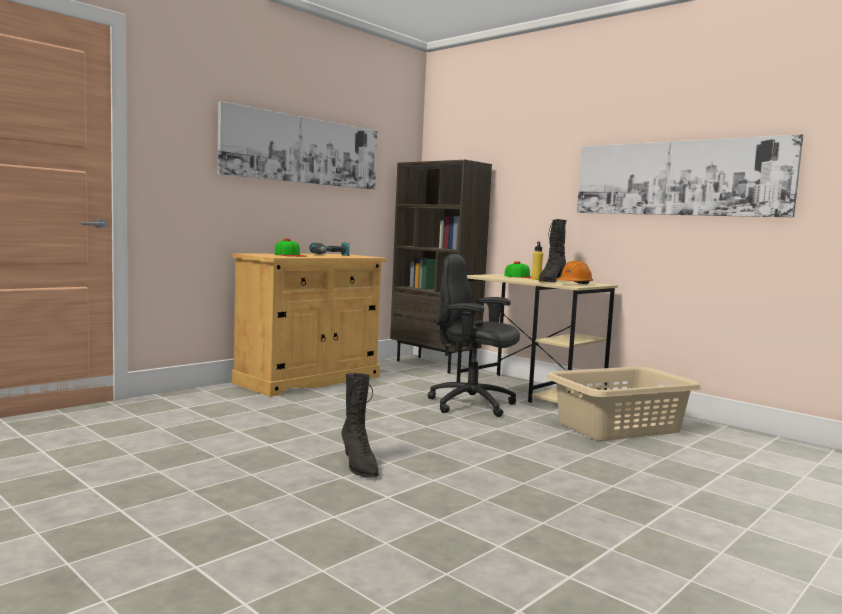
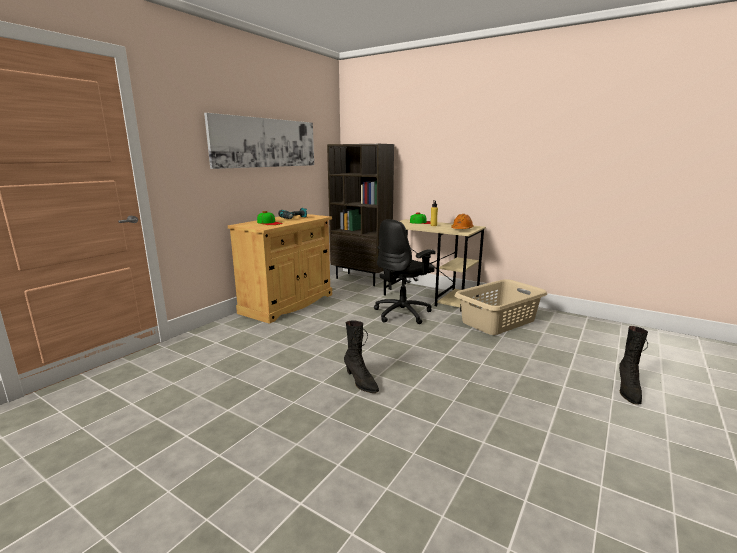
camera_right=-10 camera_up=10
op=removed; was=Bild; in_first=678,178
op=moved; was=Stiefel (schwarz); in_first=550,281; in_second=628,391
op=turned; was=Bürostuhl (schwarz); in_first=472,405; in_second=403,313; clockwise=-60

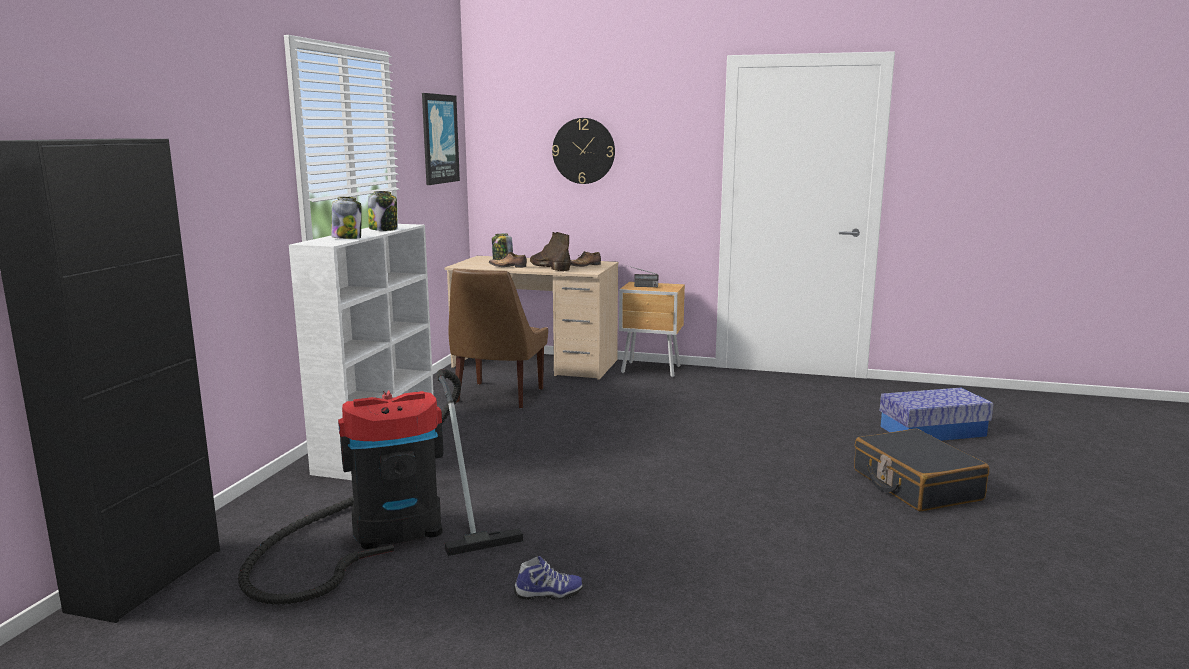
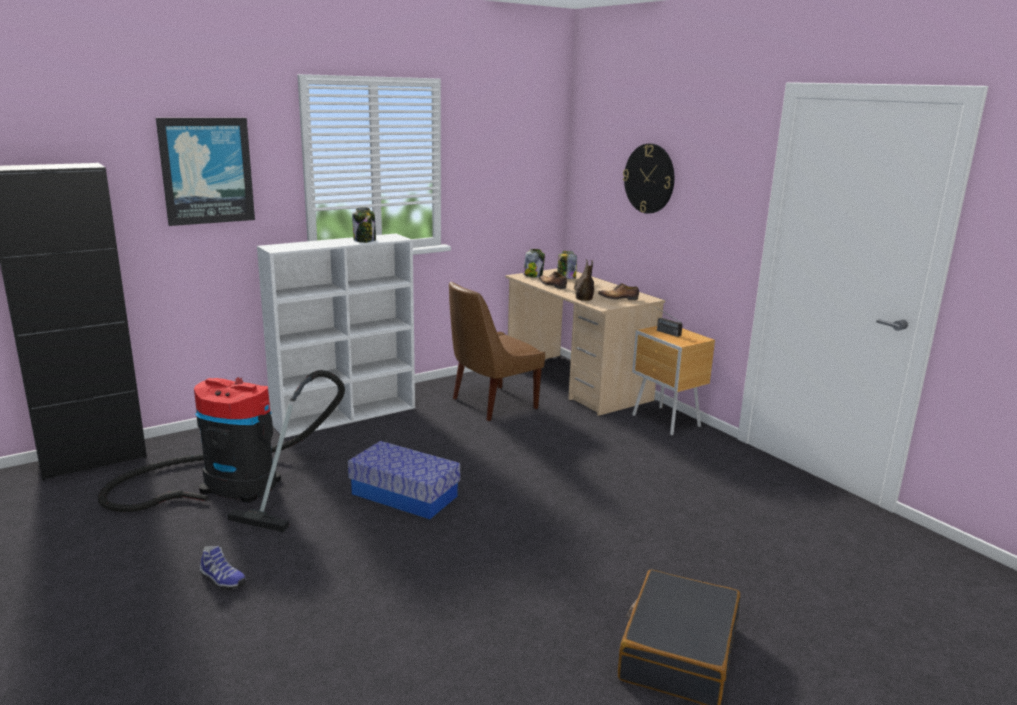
camera_right=40 camera_up=5
op=moved; was=Bild; in_first=439,139; in_second=207,171
op=moved; was=Vorratsglas; in_first=347,238; in_second=533,275
op=moved; was=Aufbewahrungsbox; in_first=932,431; in_second=404,495

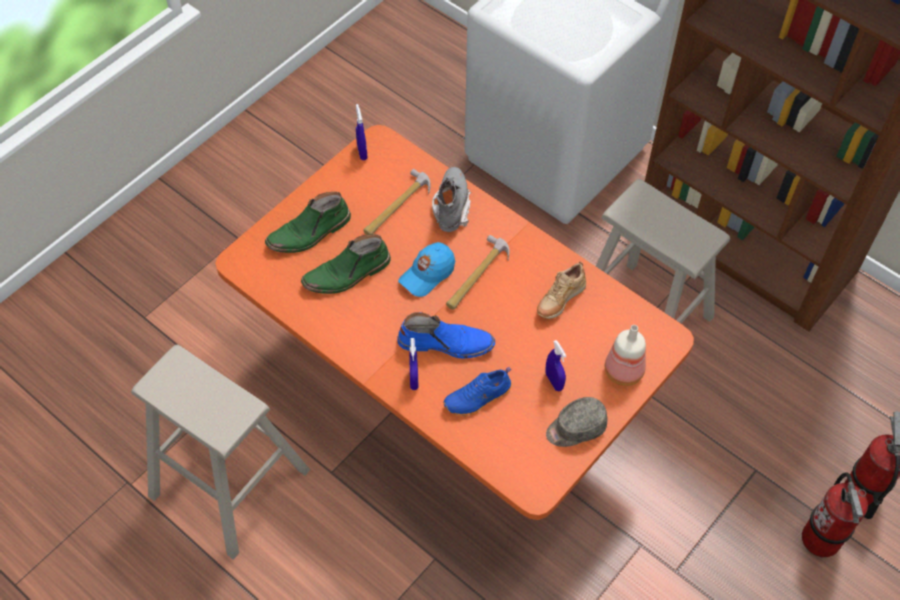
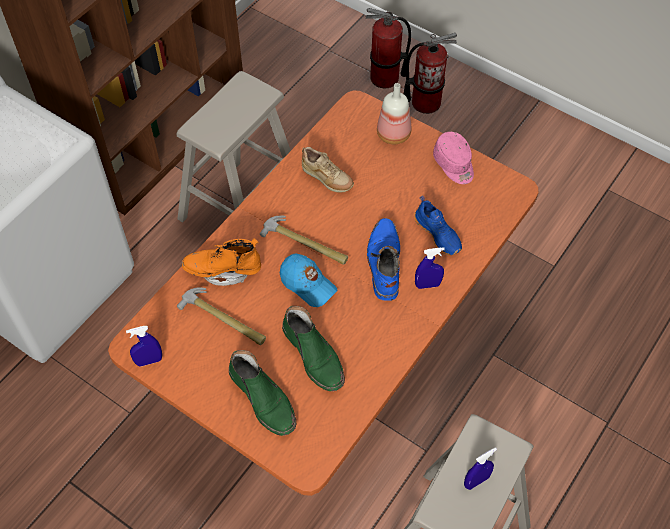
camera_right=-95 camera_up=0
op=recoloured; was=Stiefel (grau); now=Stiefel (orange); in_first=451,207; in_second=223,271
op=moved; was=Sprühflasche (blau); in_first=554,381; in_second=476,481
op=recoloured; was=Kappe (grau); now=Kappe (rosa); in_first=575,428; in_second=454,164

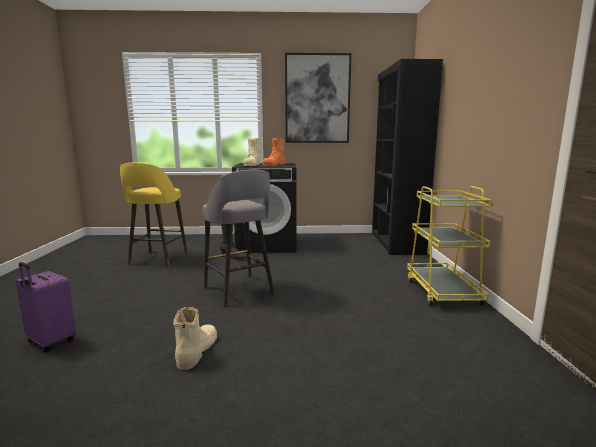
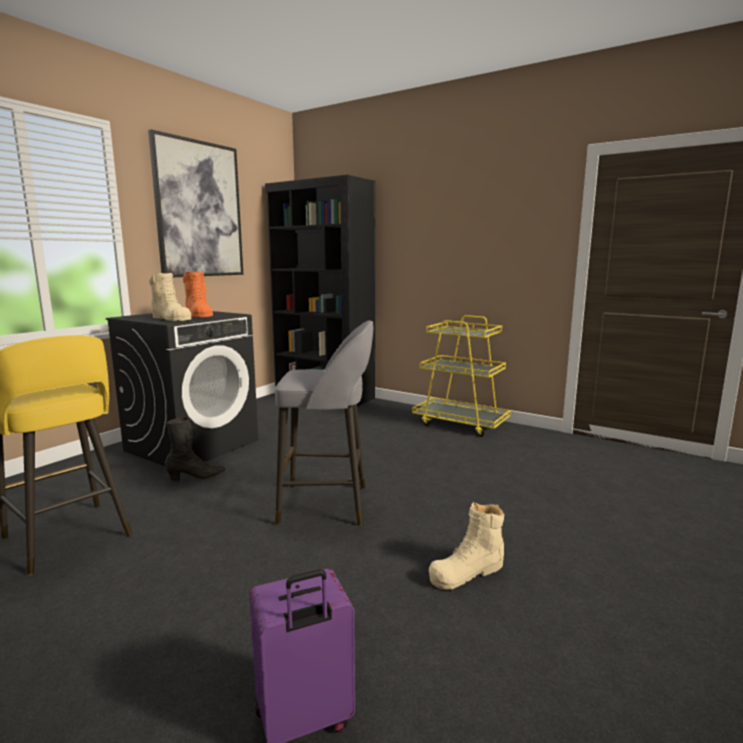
camera_right=-55 camera_up=0
op=turned; was=Stiefel (beige); in_first=197,351; in_second=467,572; clockwise=-75

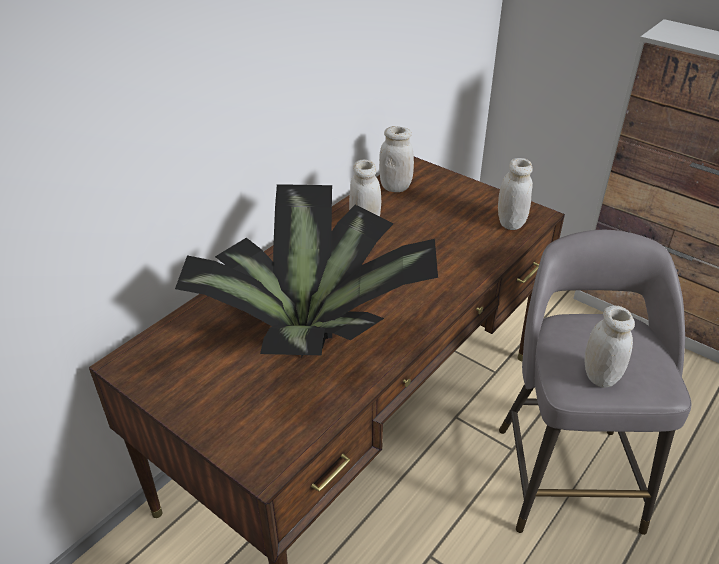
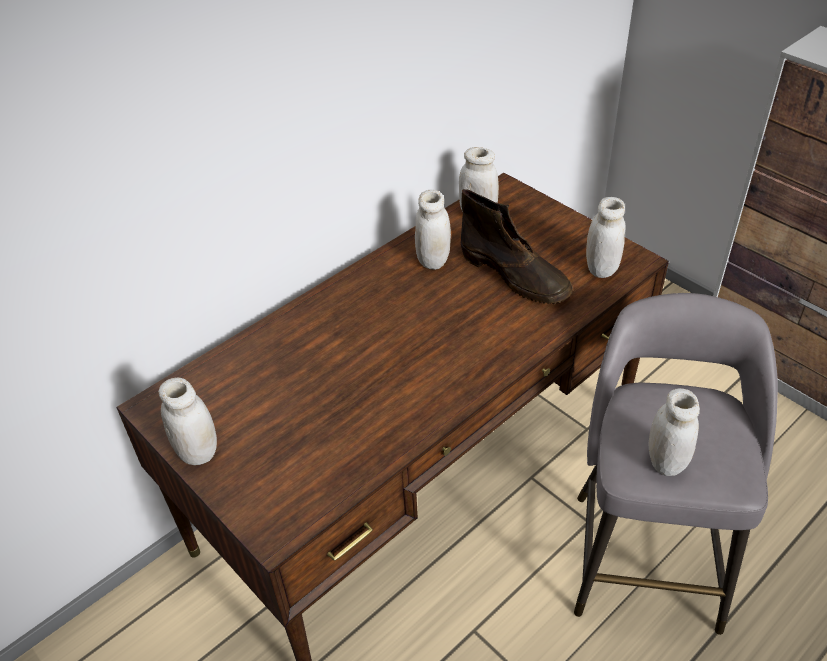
camera_right=10 camera_up=5
op=removed; was=Topfpflanze; in_first=314,329
op=added; now=Stiefel (braun); in_second=515,275
op=added; now=Vorratsglas (weiß); in_second=197,452

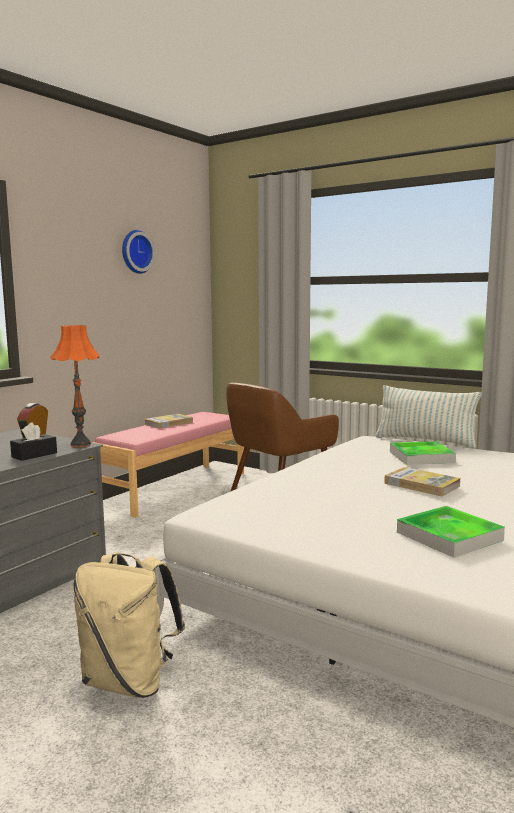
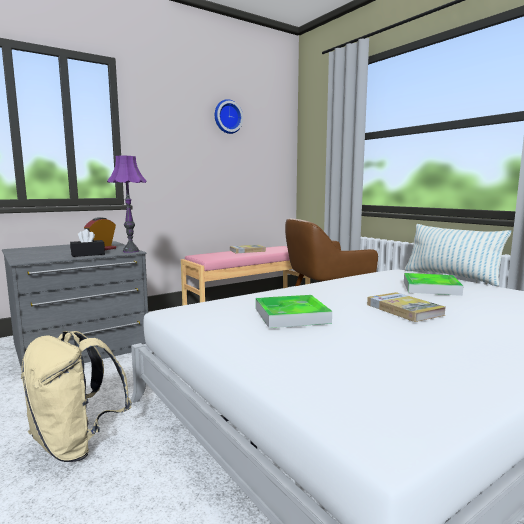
camera_right=20 camera_up=0
op=recoloured; was=Tischlampe (orange); now=Tischlampe (lila); in_first=81,444; in_second=131,251
op=moved; was=Tablett; in_first=449,536; in_second=291,315

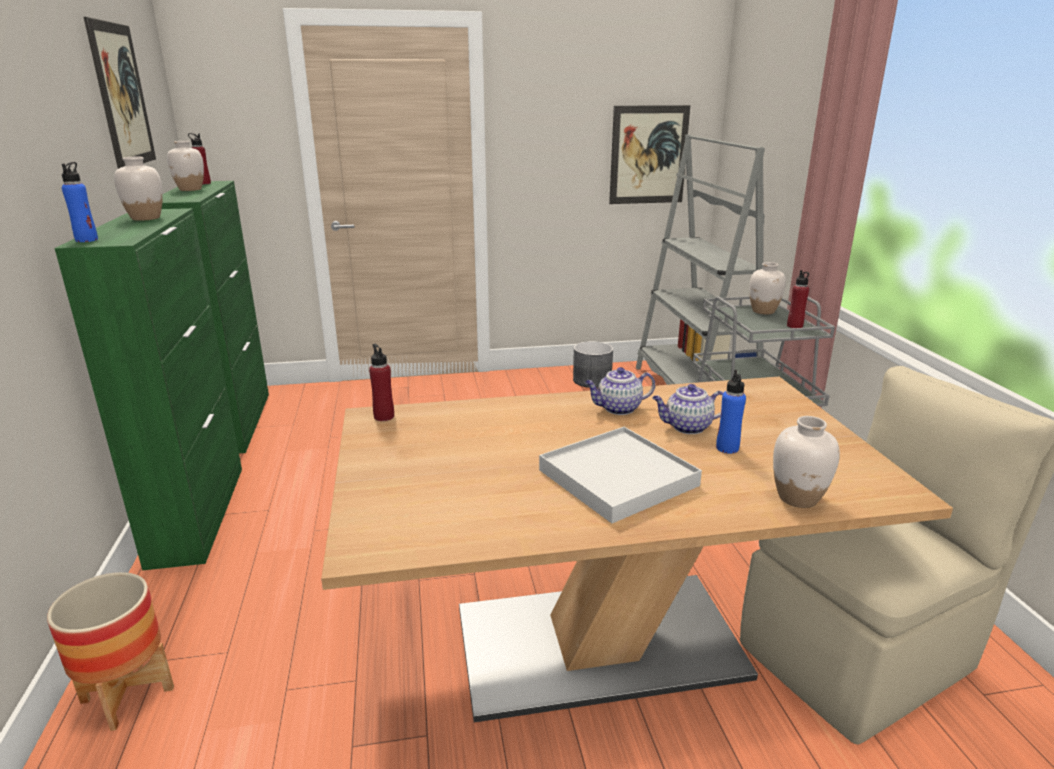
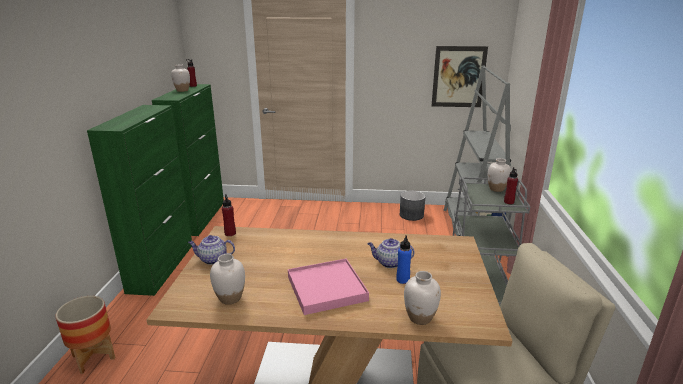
camera_right=15 camera_up=0
op=removed; was=Bild; in_first=122,95
op=moved; was=Vase (weiß); in_first=145,218; in_second=230,298
op=removed; was=Flasche (blau); in_first=87,240
op=moved; was=Teekanne; in_first=618,409; in_second=212,259
op=recoloured; was=Tablett (weiß); now=Tablett (rosa); in_first=618,477; in_second=327,288

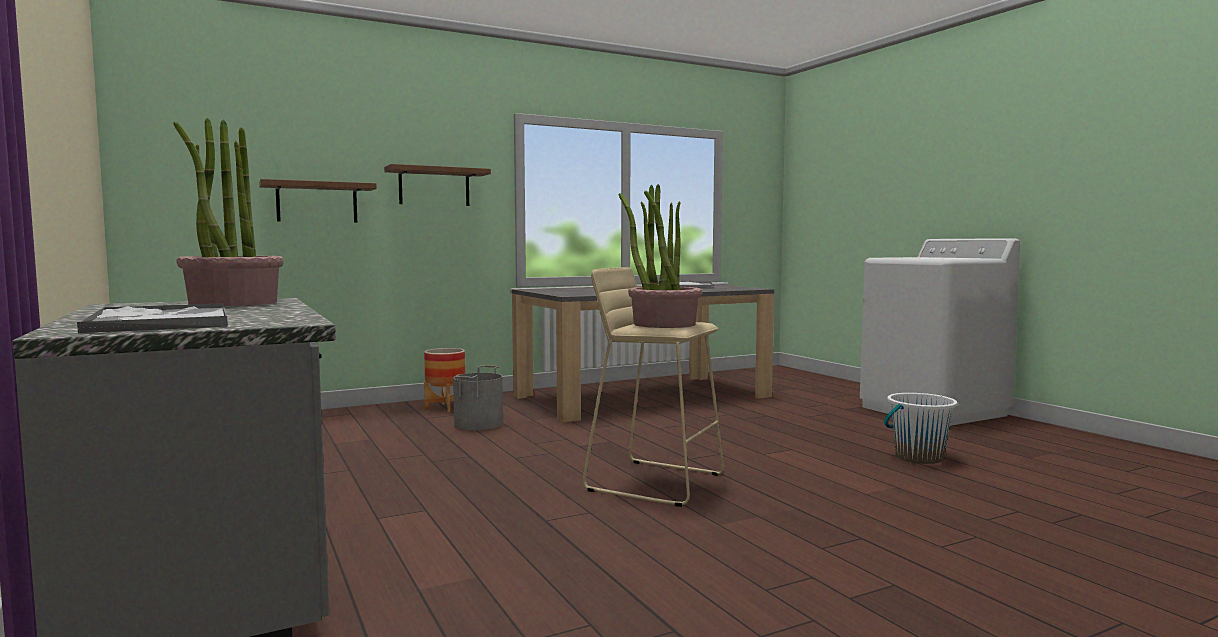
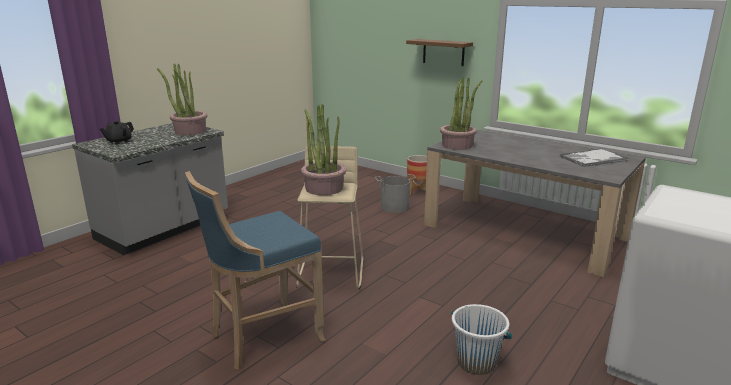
camera_right=65 camera_up=15
op=removed; was=Wandregal (braun); in_first=317,202
op=replaced; was=Tablett; now=Teekanne (schwarz); in_first=161,321; in_second=119,142
op=added; now=Topfpflanze; in_second=457,145
op=added; now=Hocker (blau); in_second=262,337

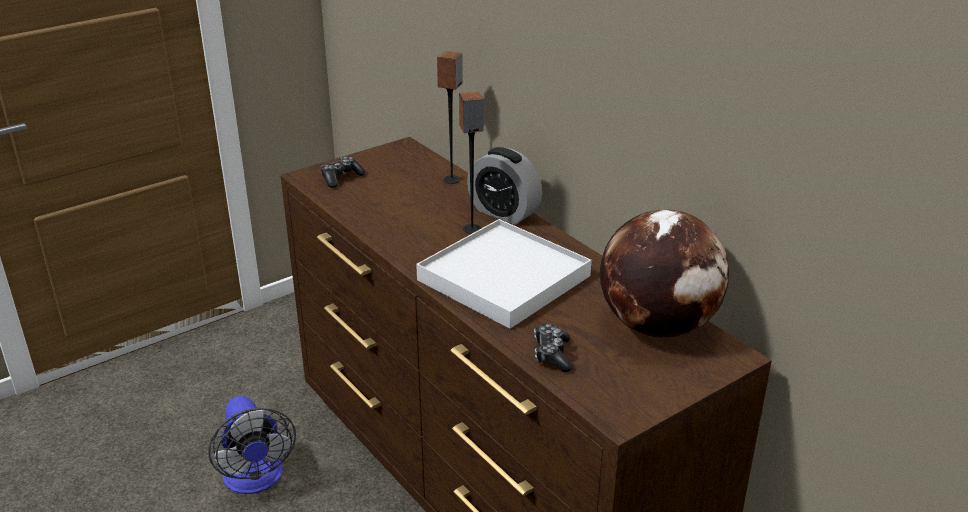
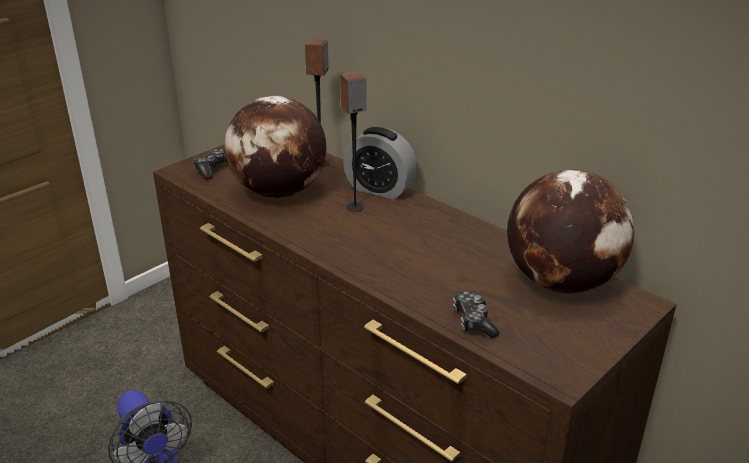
camera_right=-10 camera_up=0
op=removed; was=Tablett (weiß); in_first=503,278
op=added; now=Globus; in_second=279,192

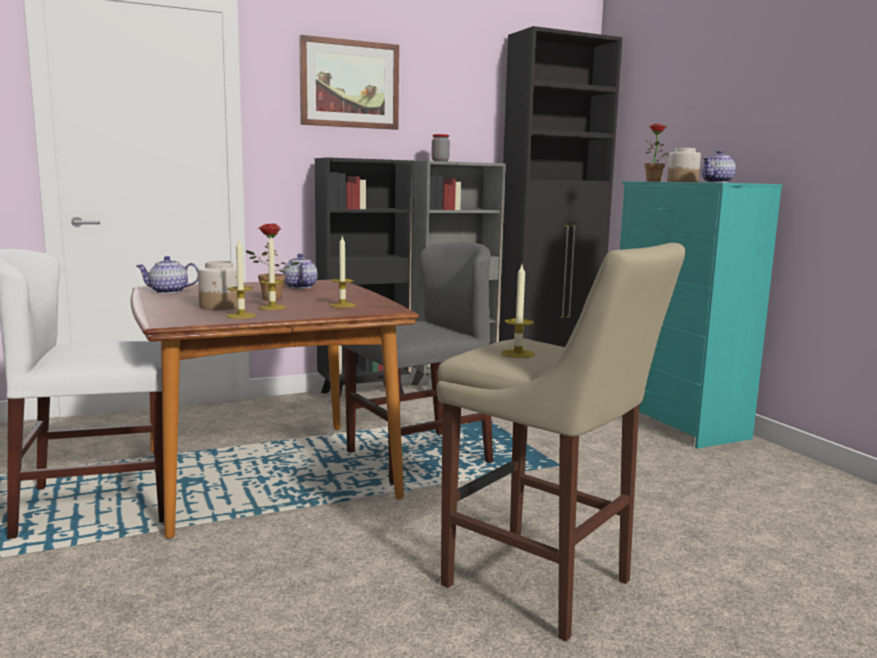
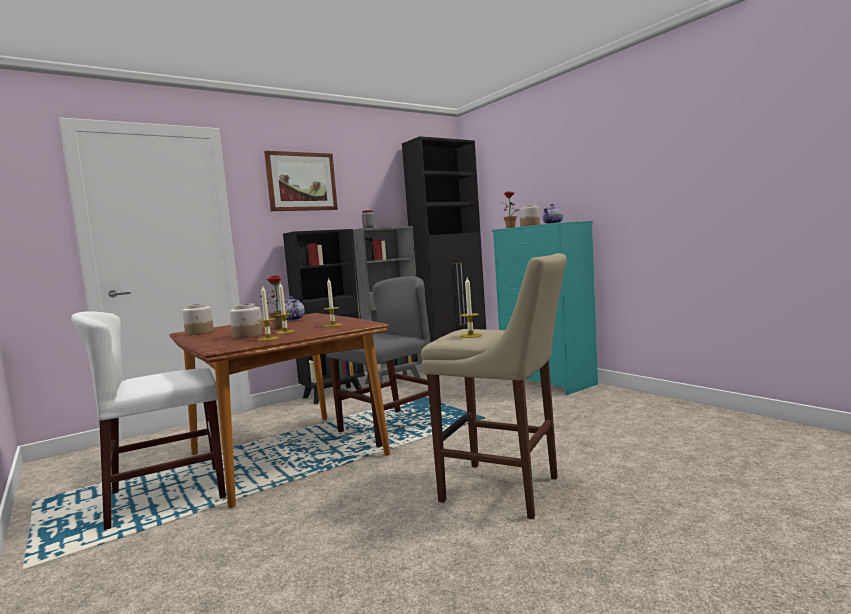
camera_right=-10 camera_up=-5
op=replaced; was=Teekanne; now=Vorratsglas; in_first=168,292; in_second=200,333

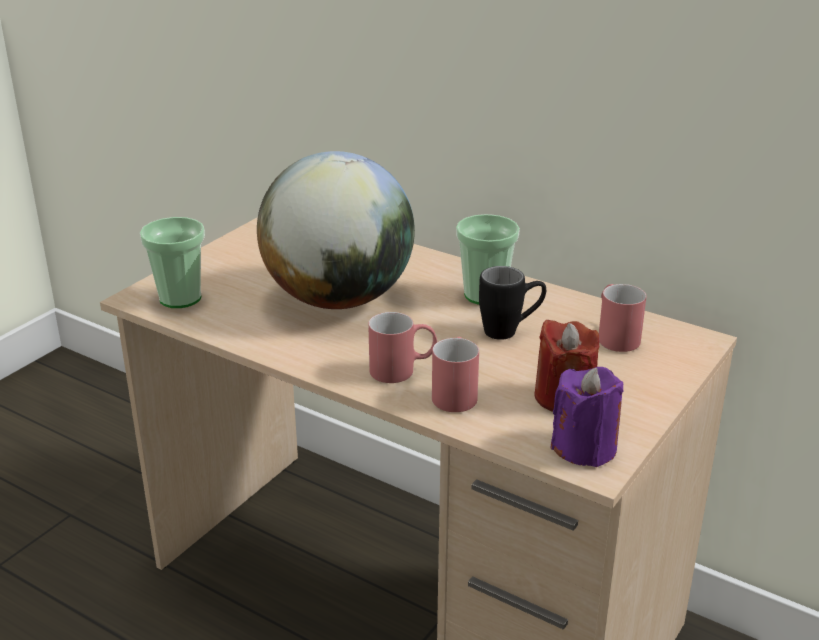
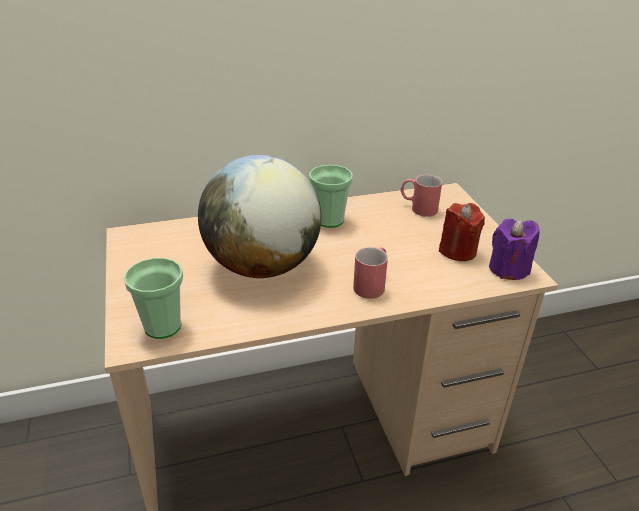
camera_right=-50 camera_up=5
op=removed; was=Henkelbecher (schwarz); in_first=510,331
op=removed; was=Henkelbecher (rot); in_first=455,392

